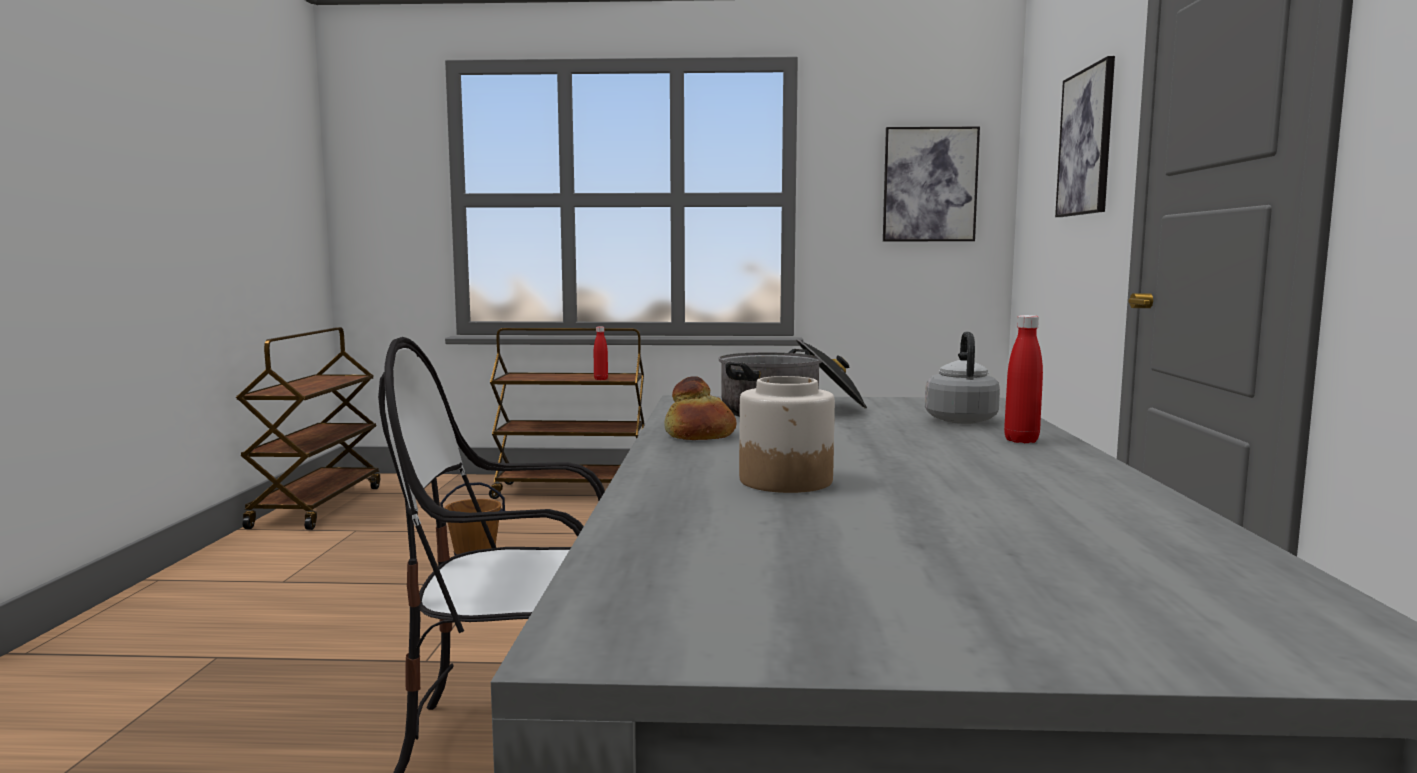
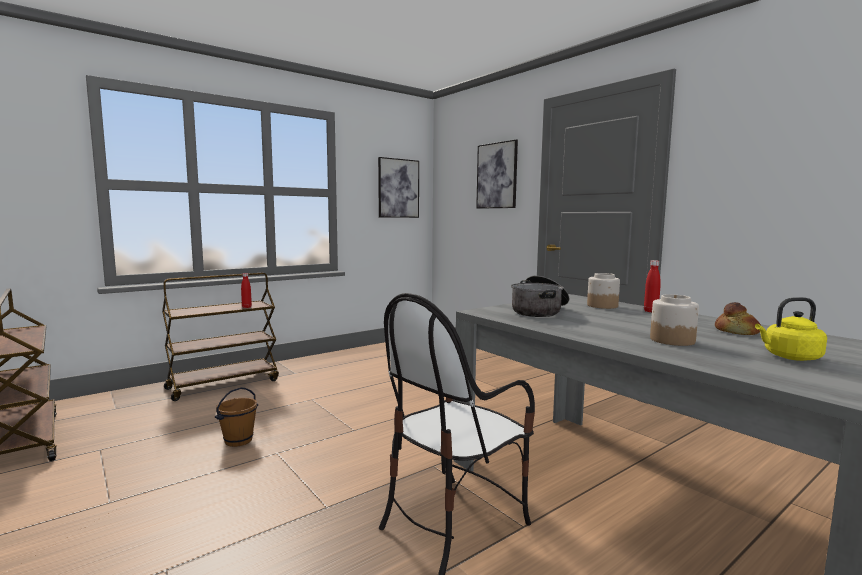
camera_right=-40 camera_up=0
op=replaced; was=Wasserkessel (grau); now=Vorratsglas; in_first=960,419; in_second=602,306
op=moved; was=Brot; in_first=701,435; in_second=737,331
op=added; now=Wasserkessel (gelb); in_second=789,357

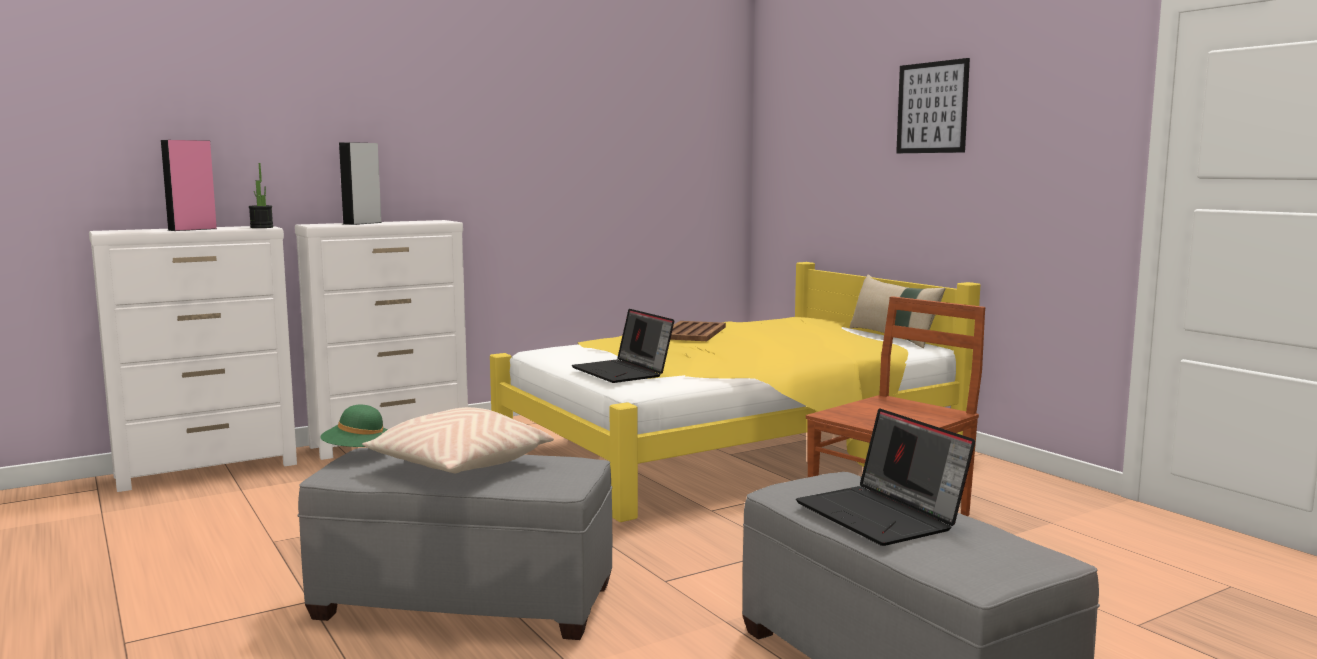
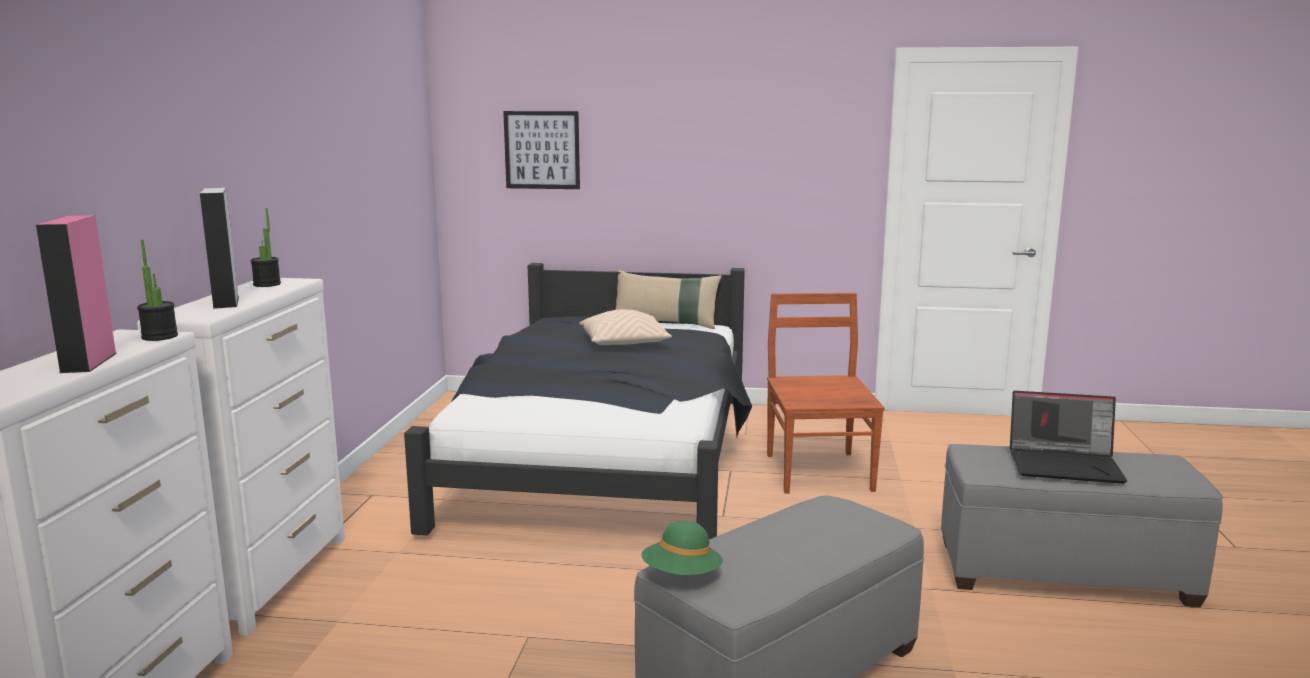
camera_right=-50 camera_up=5
op=moved; was=Bild; in_first=932,107; in_second=542,150
op=recoloured; was=Bett (gelb); now=Bett (schwarz); in_first=729,450; in_second=603,461
op=removed; was=Laptop; in_first=623,372
op=removed; was=Tablett (braun); in_first=693,332
op=moved; was=Kissen (beige); in_first=459,467; in_second=625,344
op=added; now=Topfpflanze; in_second=267,284

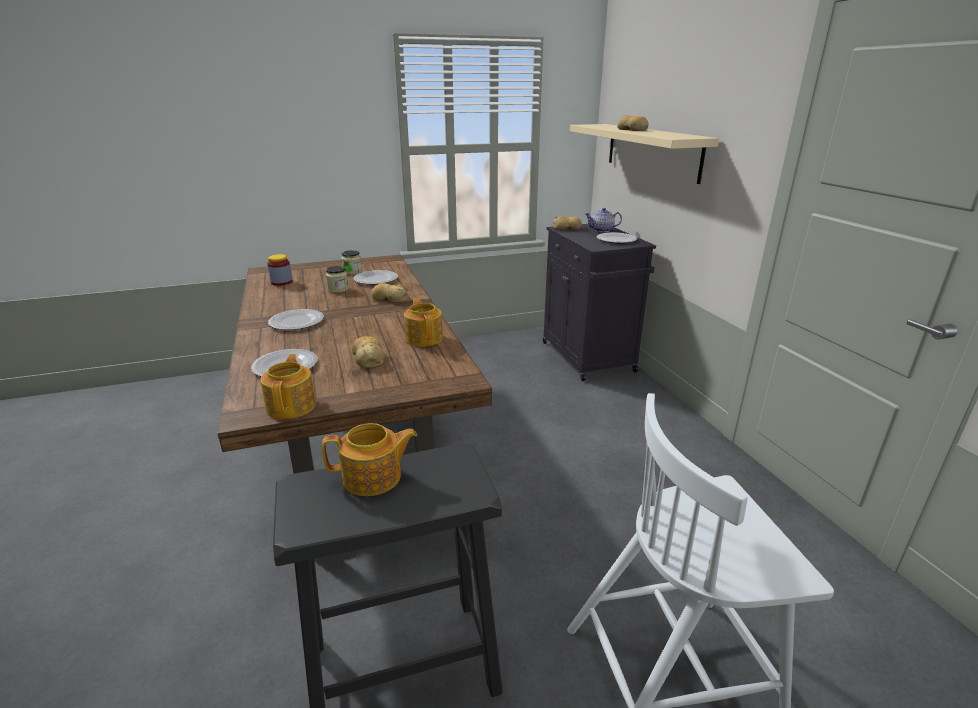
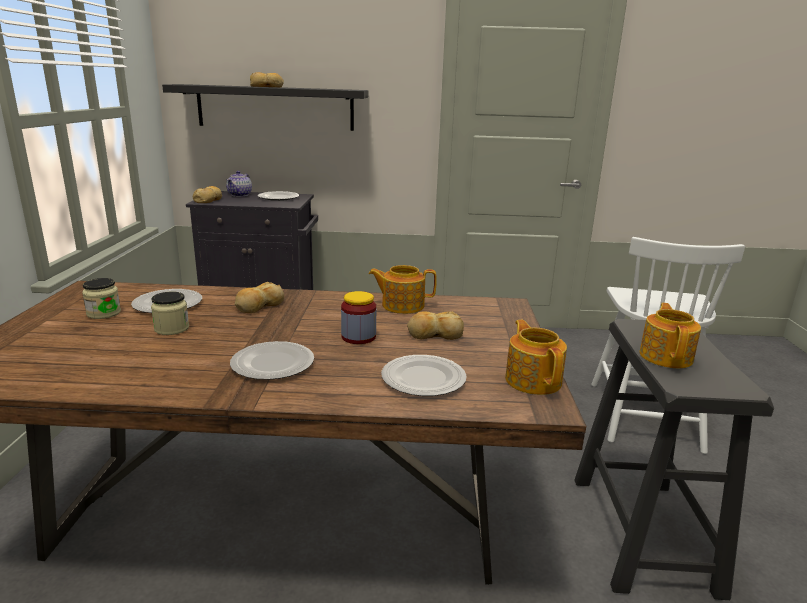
camera_right=-70 camera_up=-5
op=recoloured; was=Wandregal (beige); now=Wandregal (schwarz); in_first=652,151; in_second=275,107
op=moved; was=Vorratsglas; in_first=281,282; in_second=358,337
op=turned; was=Teekanne; in_first=292,406; in_second=533,380; clockwise=60

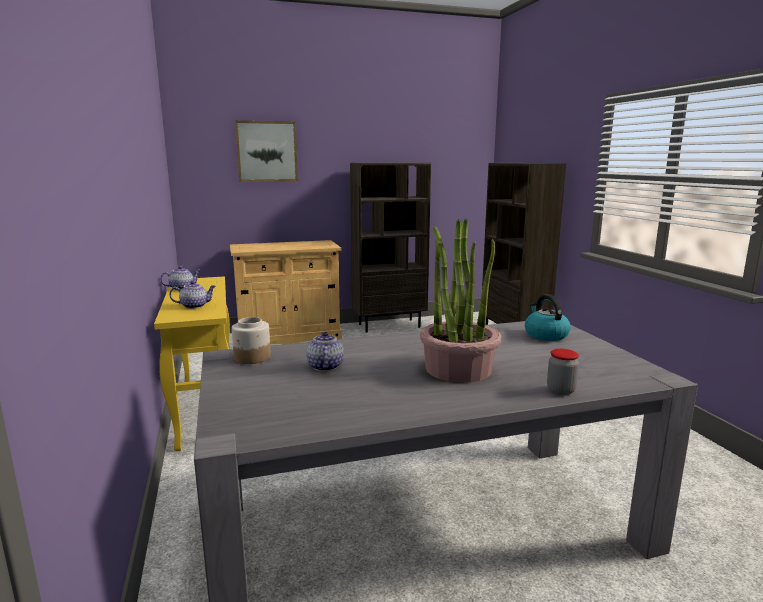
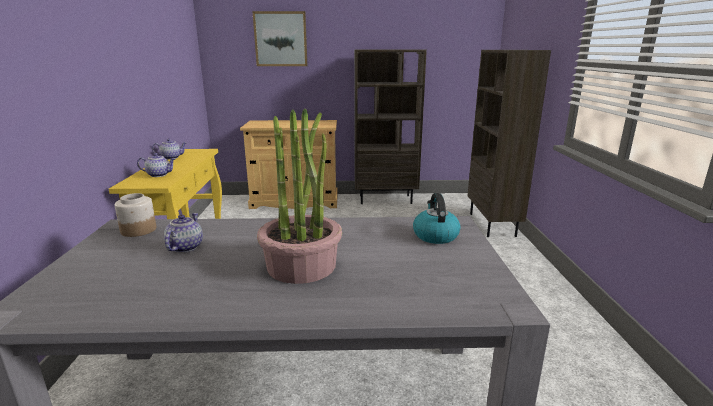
camera_right=15 camera_up=5
op=removed; was=Vorratsglas; in_first=560,390

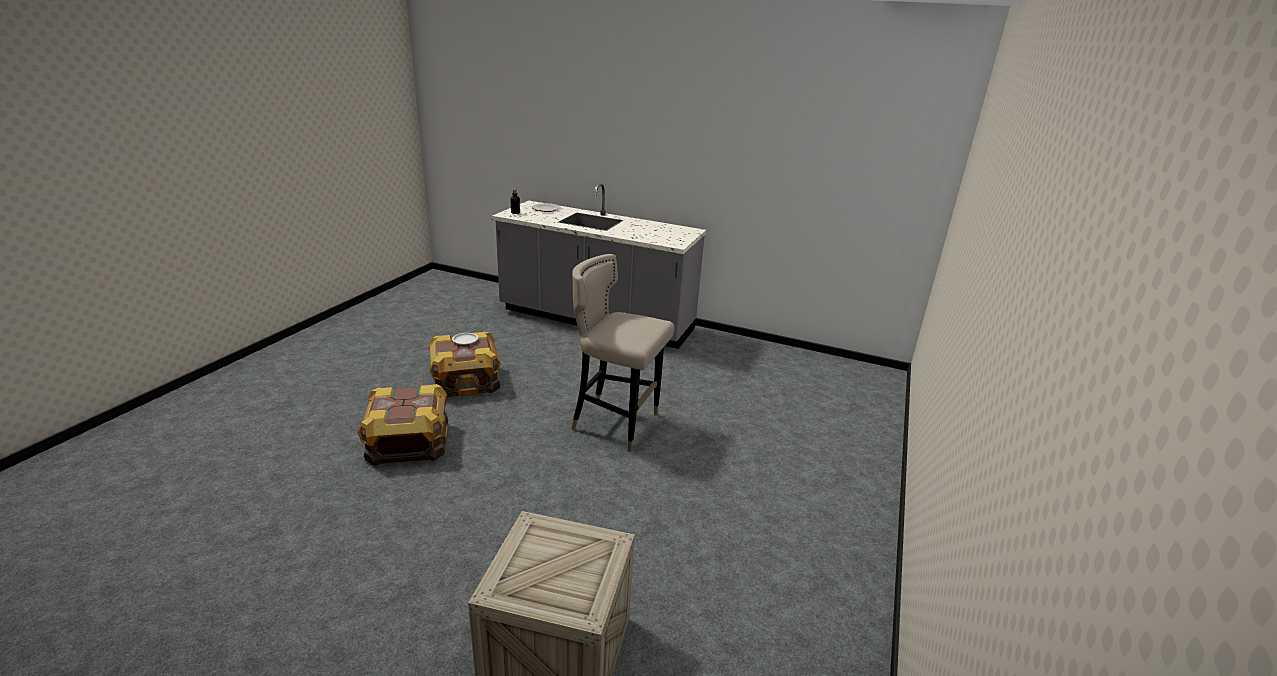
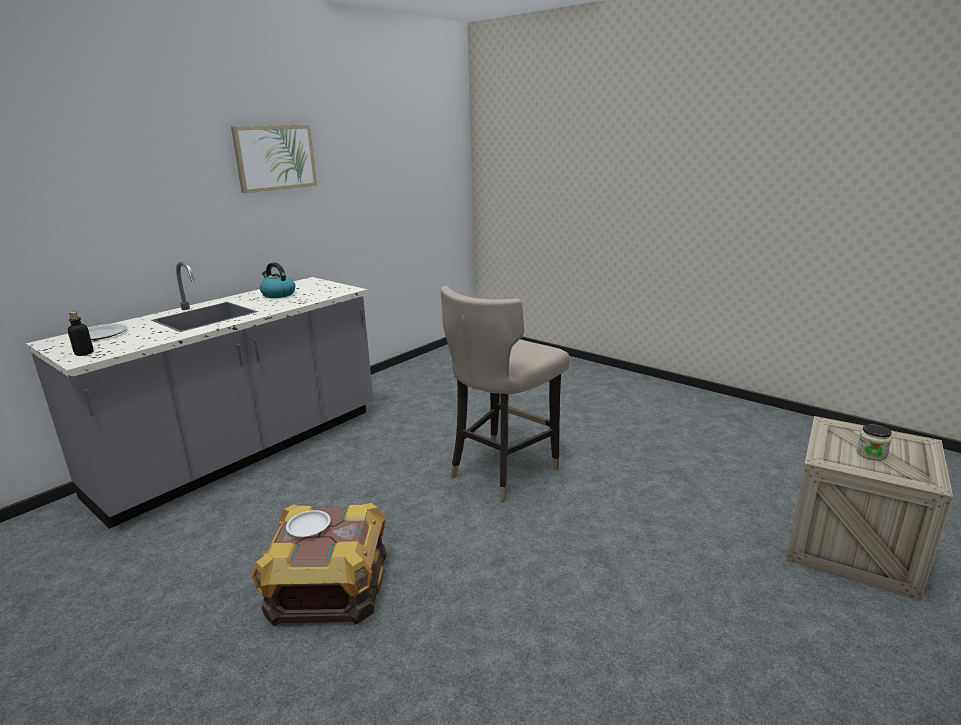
camera_right=-70 camera_up=-5
op=removed; was=Kiste; in_first=408,442
op=added; now=Bild; in_second=275,157
op=added; now=Wasserkessel; in_second=278,294
op=added; now=Vorratsglas; in_second=871,454

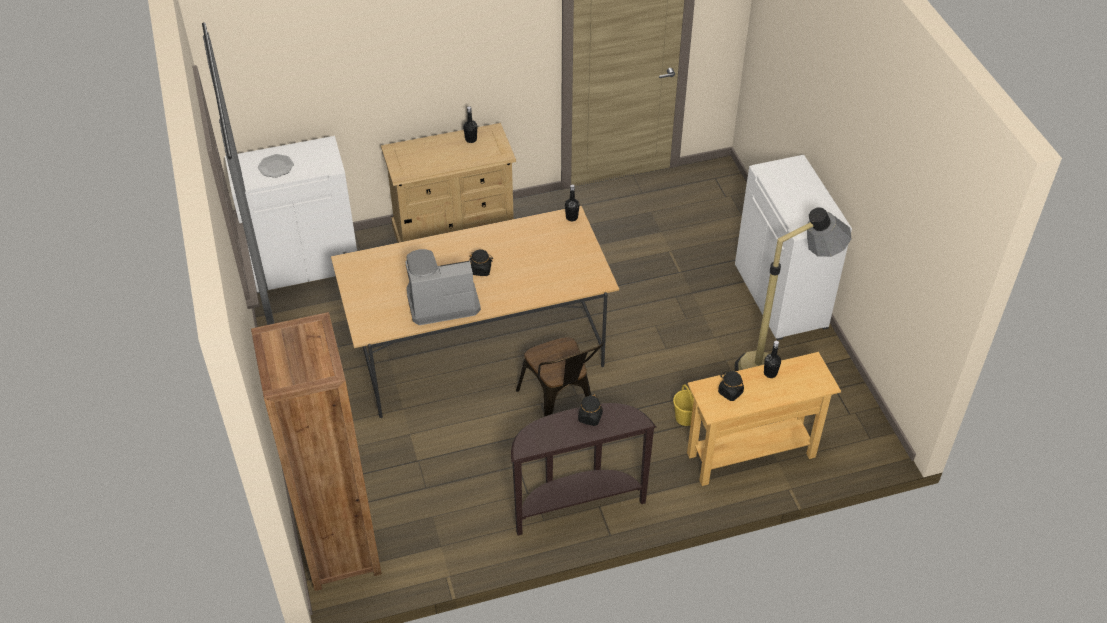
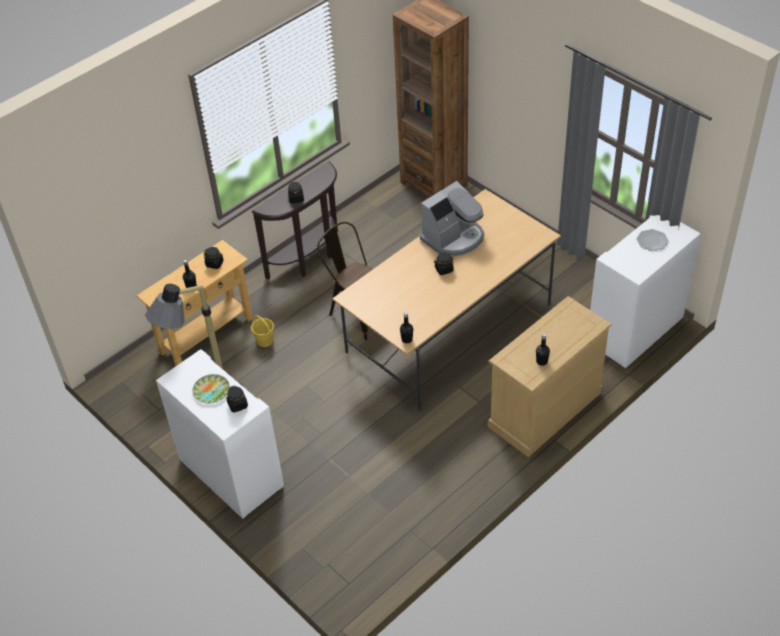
camera_right=155 camera_up=0
op=added; now=Teller; in_second=211,391
op=added; now=Vorratsglas (schwarz); in_second=238,405

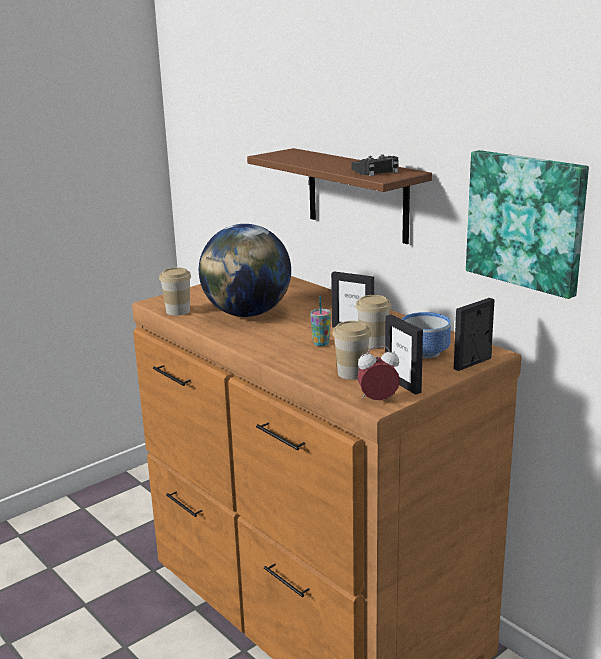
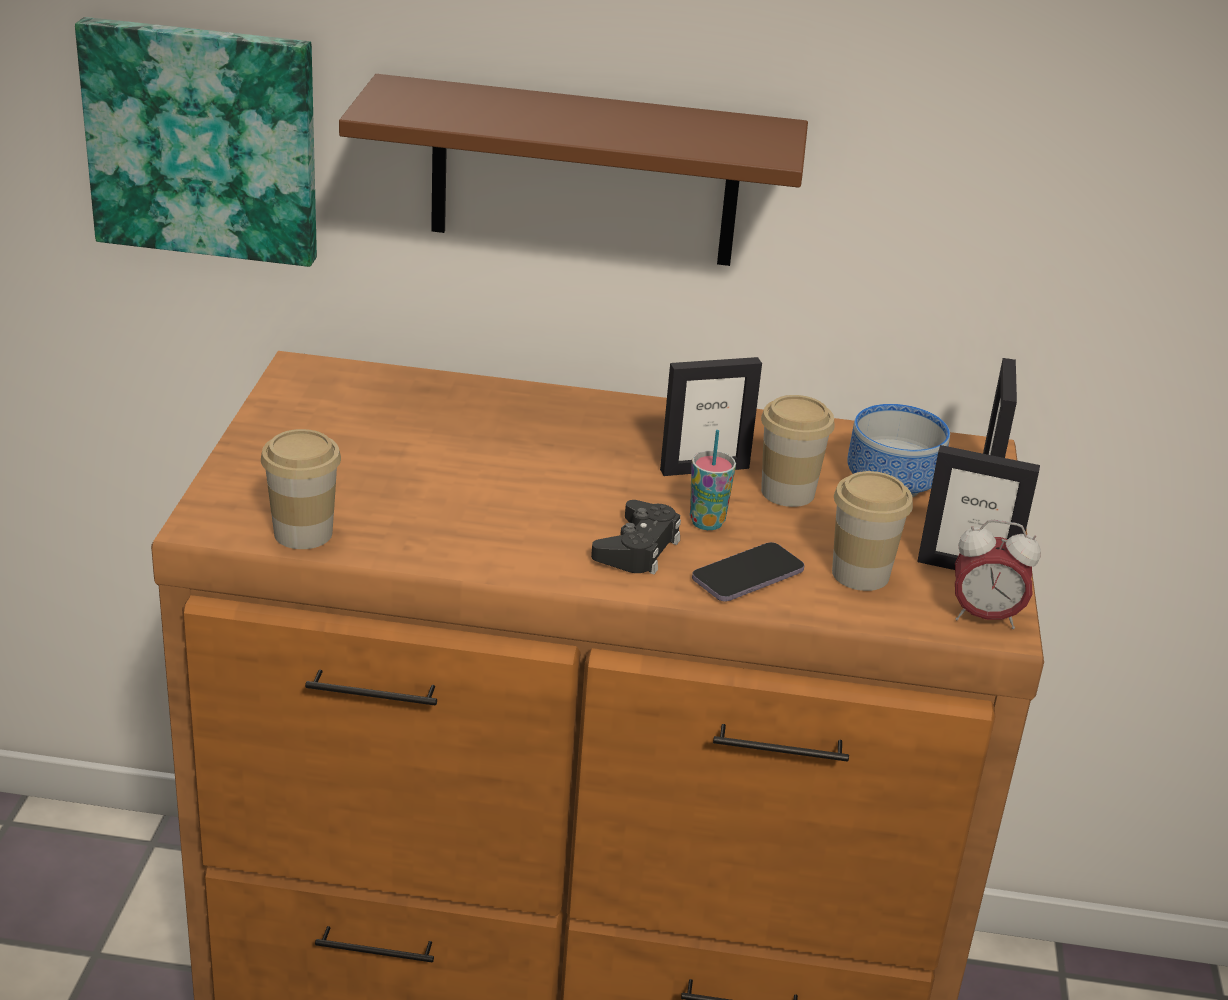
camera_right=-45 camera_up=10
op=moved; was=Bild; in_first=527,221; in_second=204,140
op=moved; was=Gamepad (schwarz); in_first=377,171; in_second=638,548
op=removed; was=Globus; in_first=247,314
op=turned; was=Wecker; in_first=378,400; in_second=984,617; clockwise=-120
op=added; now=Handy; in_second=748,576

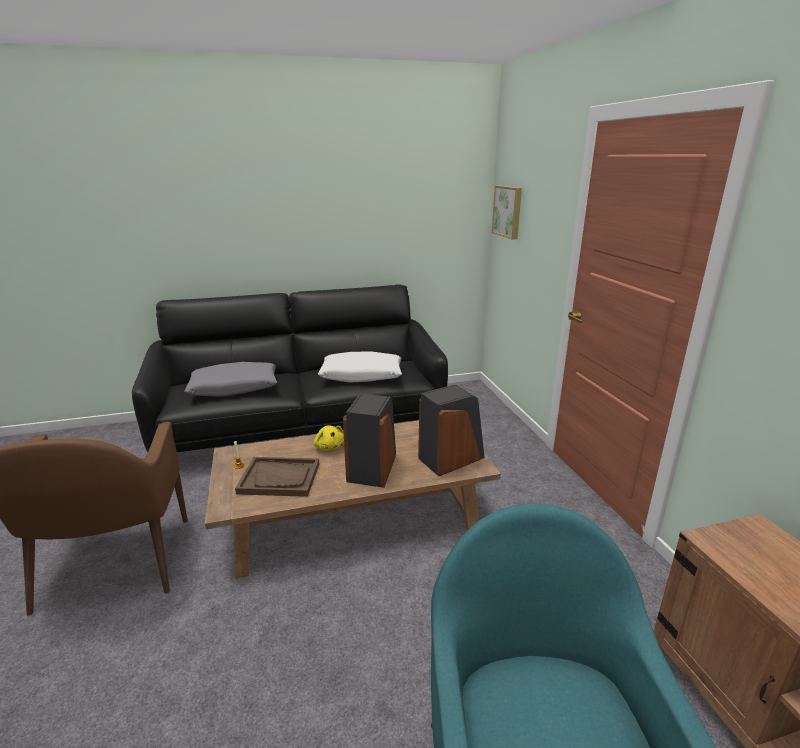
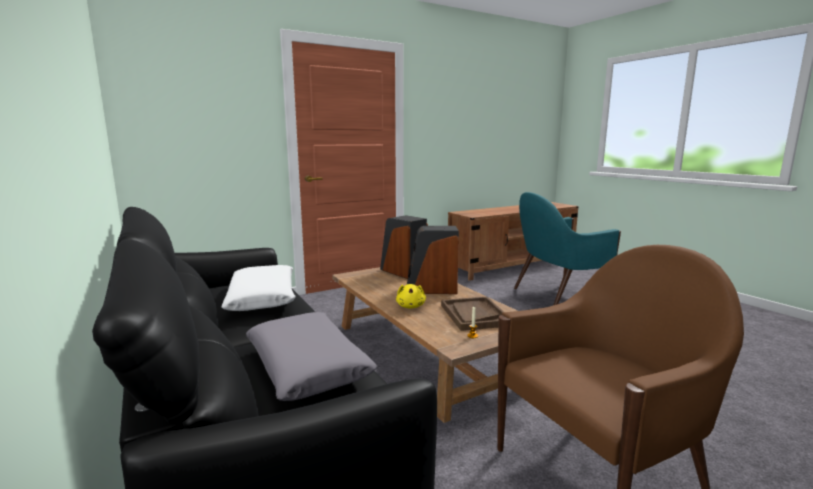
camera_right=-105 camera_up=-10
op=removed; was=Bild; in_first=508,211
op=turned; was=Plüschtier (gelb); in_first=329,447; in_second=411,306; clockwise=135

